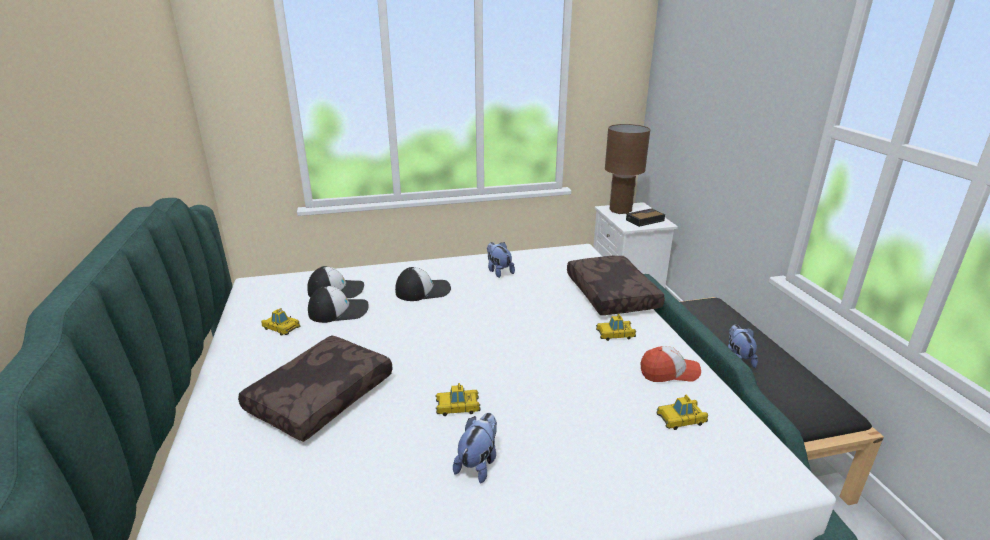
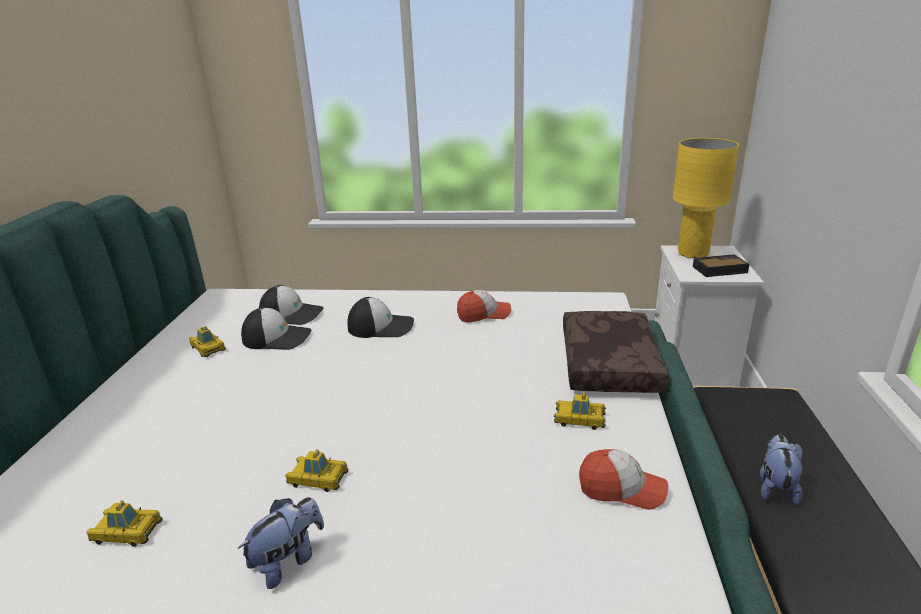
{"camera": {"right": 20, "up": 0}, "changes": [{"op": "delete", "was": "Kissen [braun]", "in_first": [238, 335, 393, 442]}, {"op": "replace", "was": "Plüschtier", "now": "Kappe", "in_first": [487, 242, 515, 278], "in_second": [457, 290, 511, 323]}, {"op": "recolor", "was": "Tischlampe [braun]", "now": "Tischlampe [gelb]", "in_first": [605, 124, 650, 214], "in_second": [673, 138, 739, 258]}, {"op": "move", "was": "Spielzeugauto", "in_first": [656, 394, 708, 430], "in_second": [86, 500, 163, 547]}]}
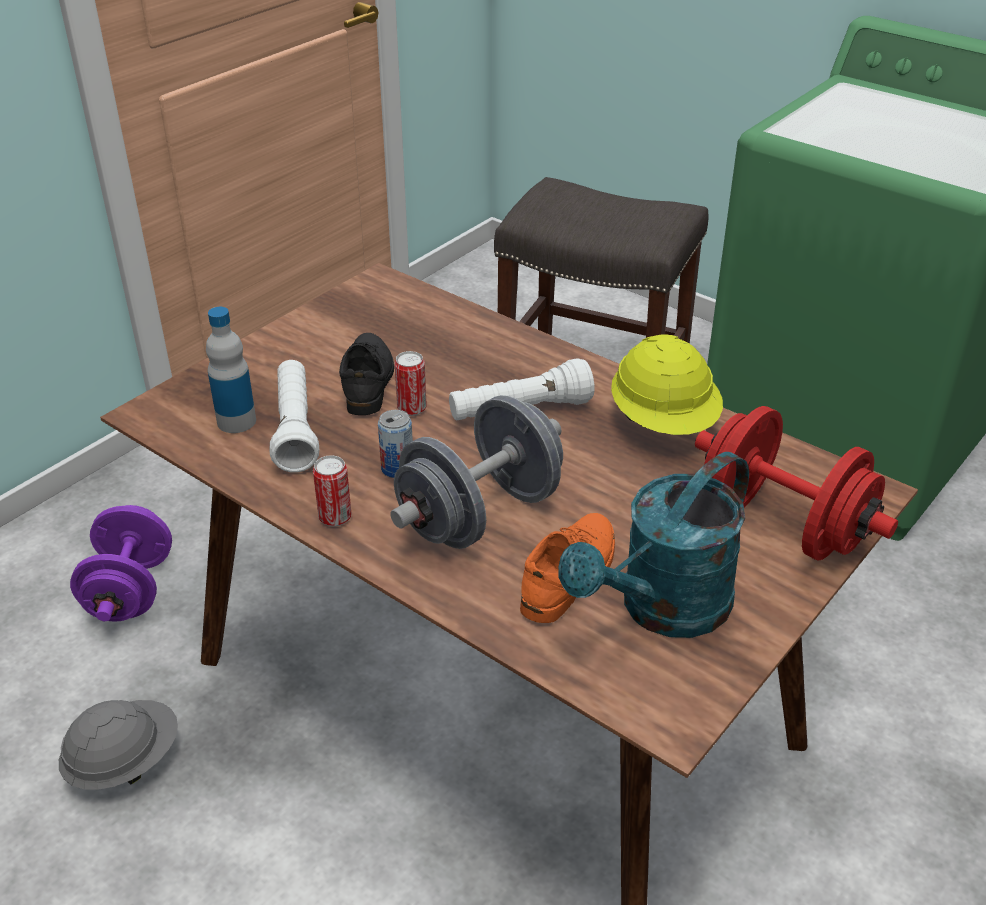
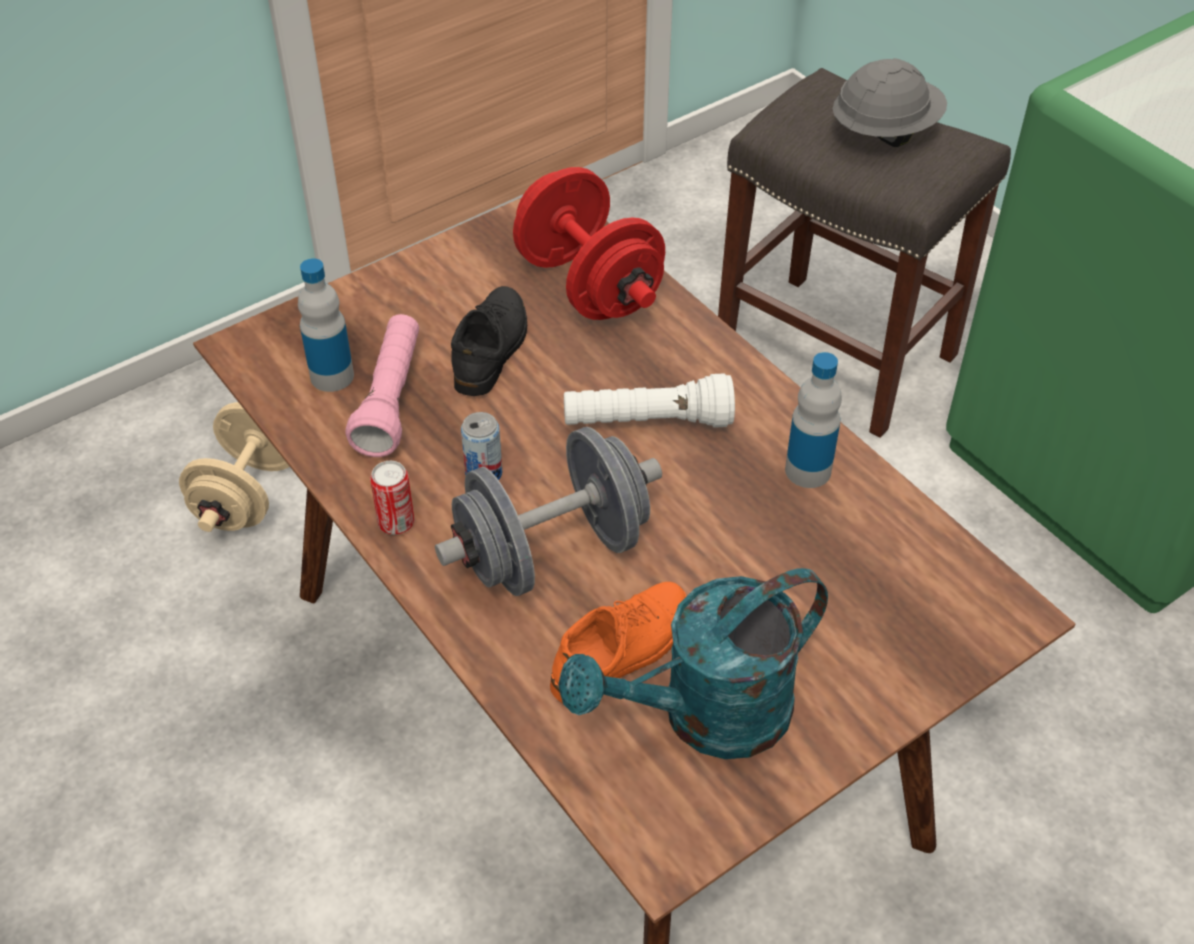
{"camera": {"right": 15, "up": 10}, "changes": [{"op": "move", "was": "Schutzhelm [grau]", "in_first": [59, 700, 178, 790], "in_second": [833, 58, 947, 147]}, {"op": "recolor", "was": "Hantel [lila]", "now": "Hantel [beige]", "in_first": [70, 505, 172, 622], "in_second": [179, 402, 290, 532]}, {"op": "recolor", "was": "Taschenlampe [weiß]", "now": "Taschenlampe [rosa]", "in_first": [270, 360, 319, 473], "in_second": [345, 314, 419, 457]}, {"op": "delete", "was": "Dose", "in_first": [395, 351, 427, 416]}, {"op": "replace", "was": "Schutzhelm [gelb]", "now": "Flasche", "in_first": [611, 334, 723, 435], "in_second": [785, 352, 842, 488]}, {"op": "move", "was": "Hantel [rot]", "in_first": [695, 406, 898, 561], "in_second": [513, 167, 665, 320]}]}
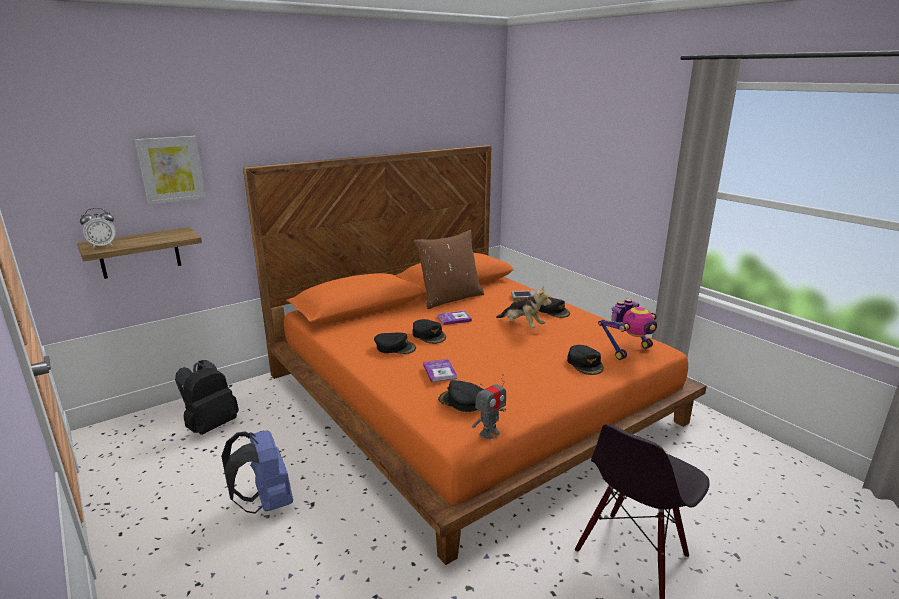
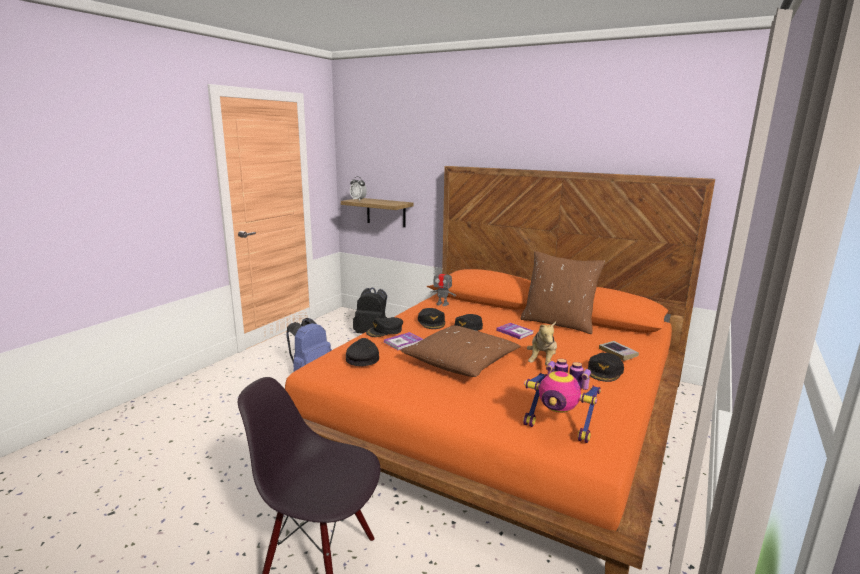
{"camera": {"right": 65, "up": -5}, "changes": [{"op": "delete", "was": "Bild", "in_first": [135, 136, 206, 205]}, {"op": "move", "was": "Spielzeugroboter", "in_first": [472, 375, 506, 439], "in_second": [430, 266, 456, 306]}, {"op": "move", "was": "Kappe [schwarz]", "in_first": [567, 345, 604, 375], "in_second": [366, 317, 403, 337]}, {"op": "insert", "now": "Kissen [braun]", "in_second": [400, 325, 521, 377]}]}
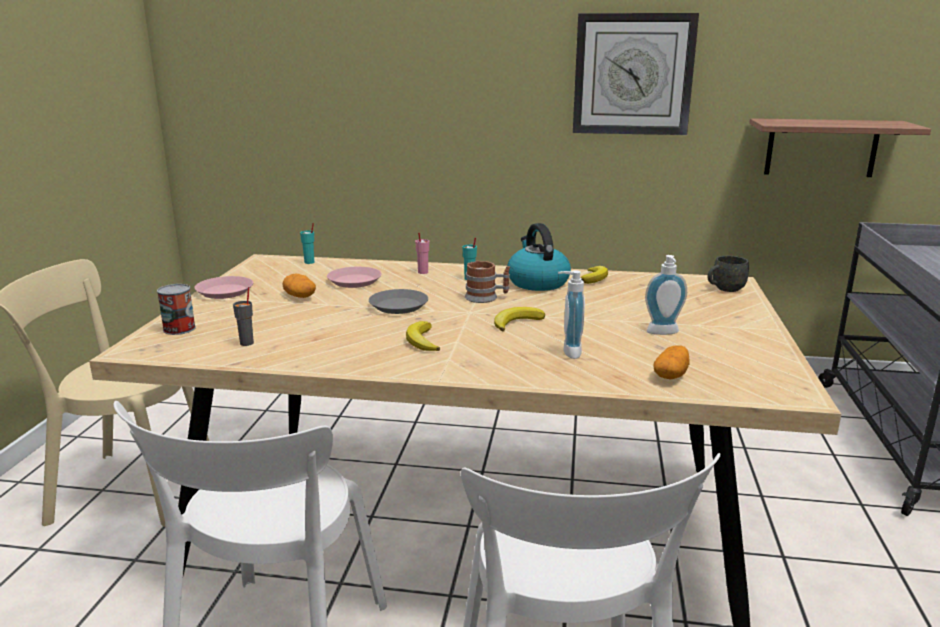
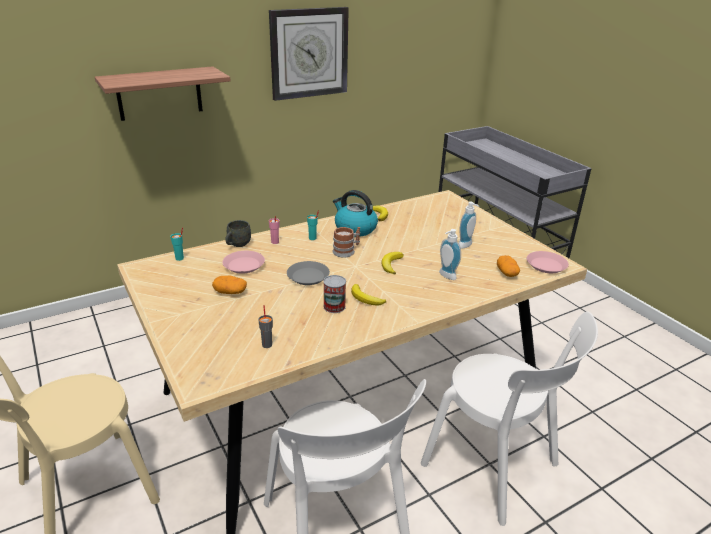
{"camera": {"right": -40, "up": 10}, "changes": [{"op": "move", "was": "Dose", "in_first": [157, 284, 196, 335], "in_second": [323, 275, 346, 313]}, {"op": "move", "was": "Teller [rosa]", "in_first": [194, 276, 253, 299], "in_second": [527, 251, 569, 273]}, {"op": "move", "was": "Henkelbecher [grau]", "in_first": [708, 256, 749, 292], "in_second": [225, 220, 251, 247]}, {"op": "move", "was": "Wandregal", "in_first": [749, 118, 931, 177], "in_second": [95, 66, 231, 121]}]}
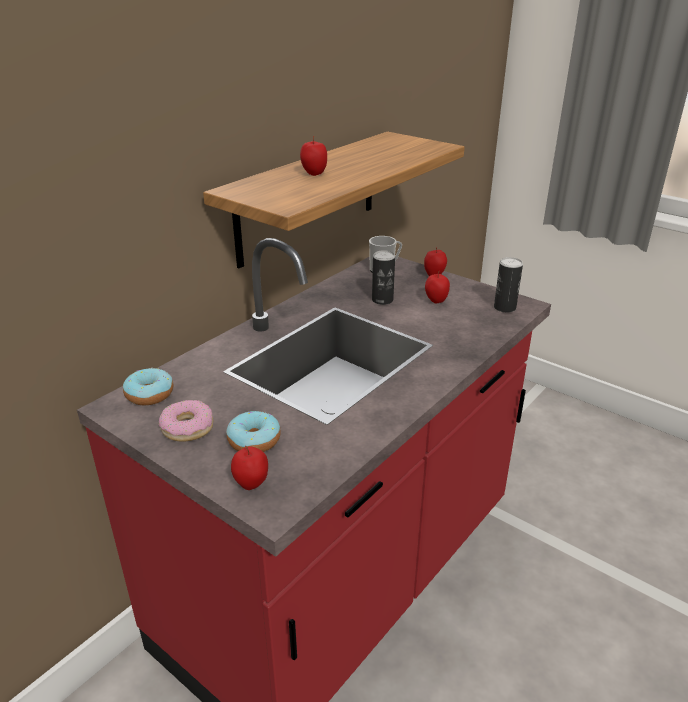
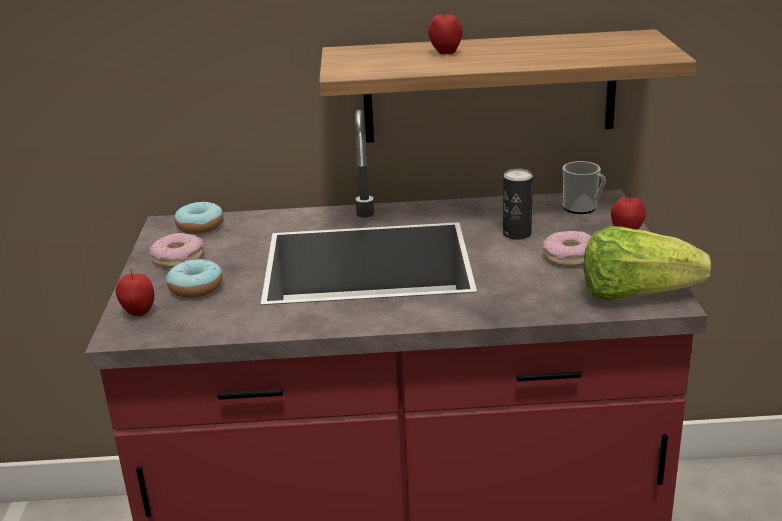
{"camera": {"right": 50, "up": -5}, "changes": [{"op": "replace", "was": "Apfel", "now": "Donut", "in_first": [425, 271, 450, 303], "in_second": [543, 231, 591, 267]}, {"op": "replace", "was": "Dose", "now": "Salatkopf", "in_first": [494, 257, 523, 313], "in_second": [584, 226, 711, 301]}]}
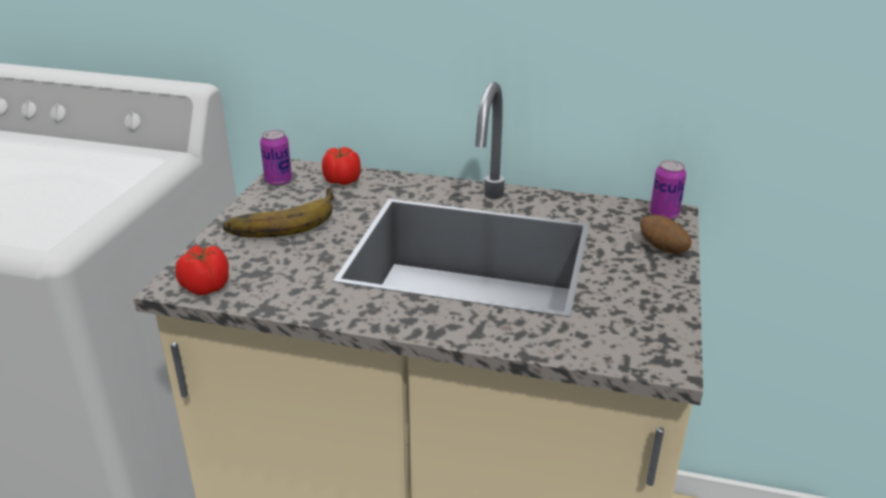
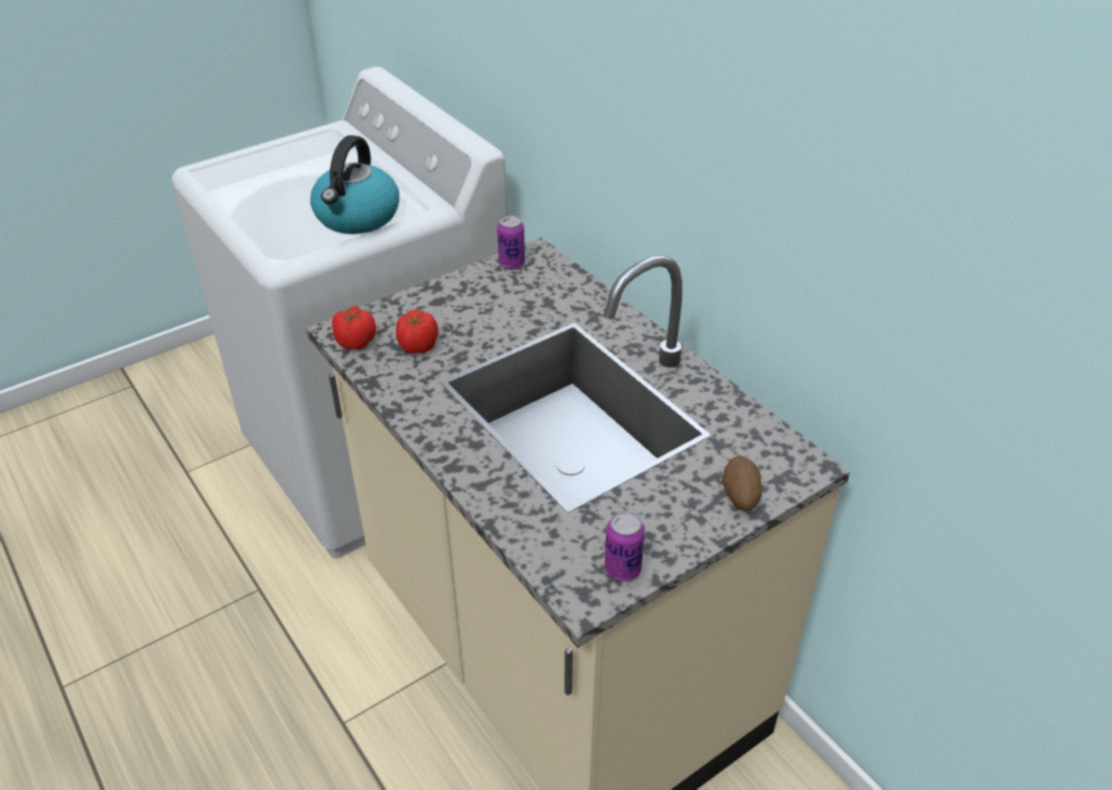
{"camera": {"right": 40, "up": 10}, "changes": [{"op": "delete", "was": "Banane", "in_first": [223, 187, 335, 238]}, {"op": "move", "was": "Tomate", "in_first": [322, 147, 361, 185], "in_second": [396, 310, 439, 354]}, {"op": "move", "was": "Dose", "in_first": [650, 160, 686, 220], "in_second": [605, 511, 645, 581]}, {"op": "insert", "now": "Wasserkessel", "in_second": [310, 135, 399, 234]}]}
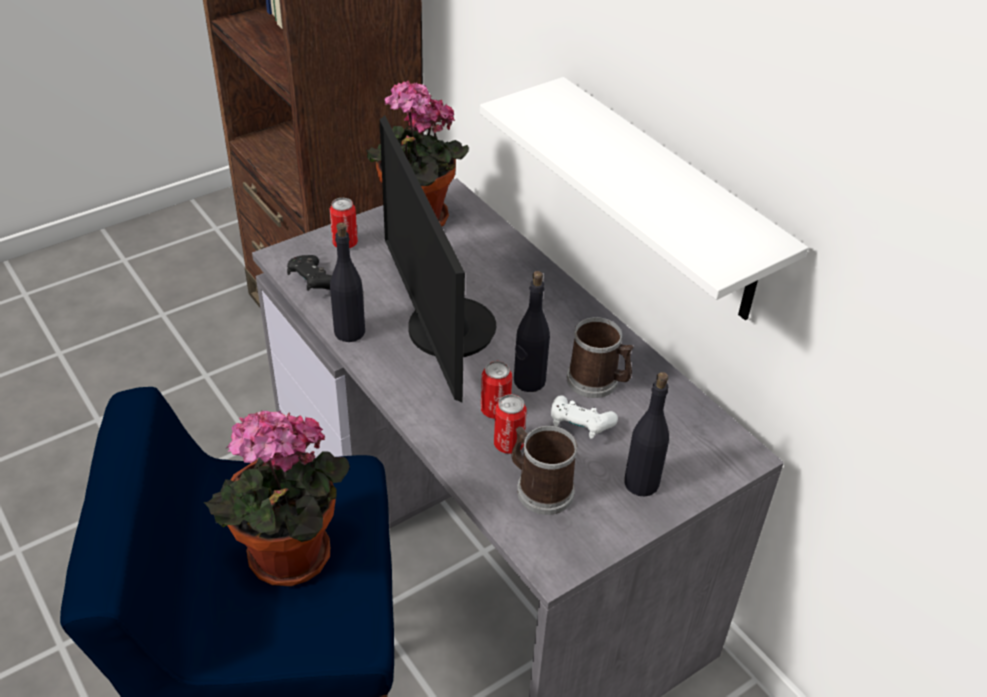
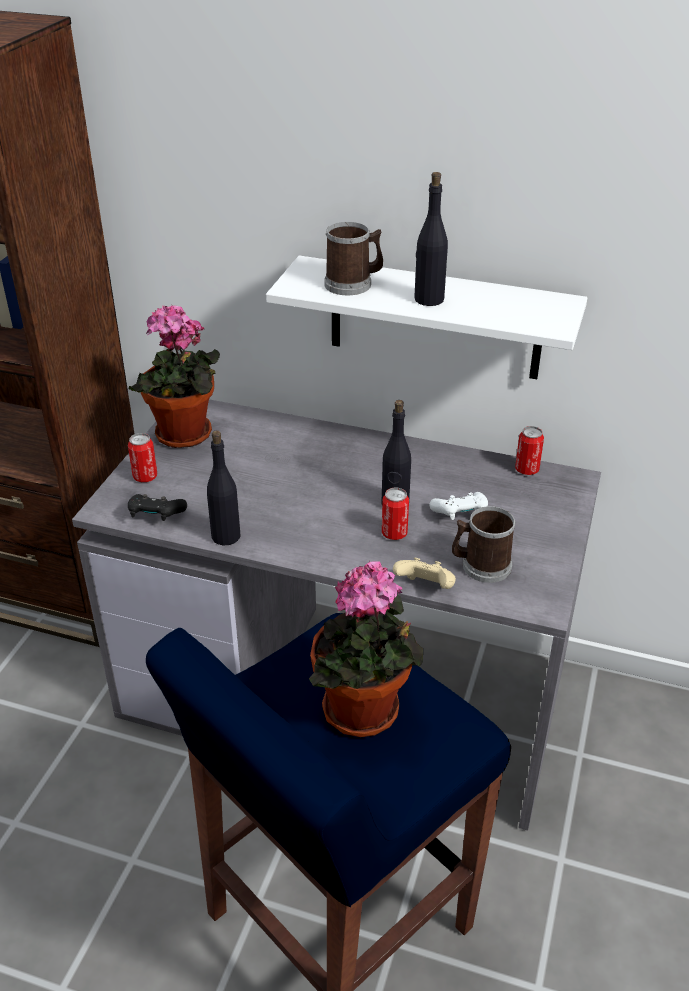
{"camera": {"right": -35, "up": -5}, "changes": [{"op": "delete", "was": "Monitor", "in_first": [380, 115, 496, 403]}, {"op": "move", "was": "Dose", "in_first": [494, 394, 527, 454], "in_second": [515, 426, 544, 475]}, {"op": "move", "was": "Henkelbecher", "in_first": [567, 317, 633, 398], "in_second": [324, 222, 383, 295]}, {"op": "move", "was": "Flasche [schwarz]", "in_first": [624, 372, 669, 496], "in_second": [414, 172, 448, 306]}, {"op": "insert", "now": "Gamepad [beige]", "in_second": [393, 557, 456, 589]}]}
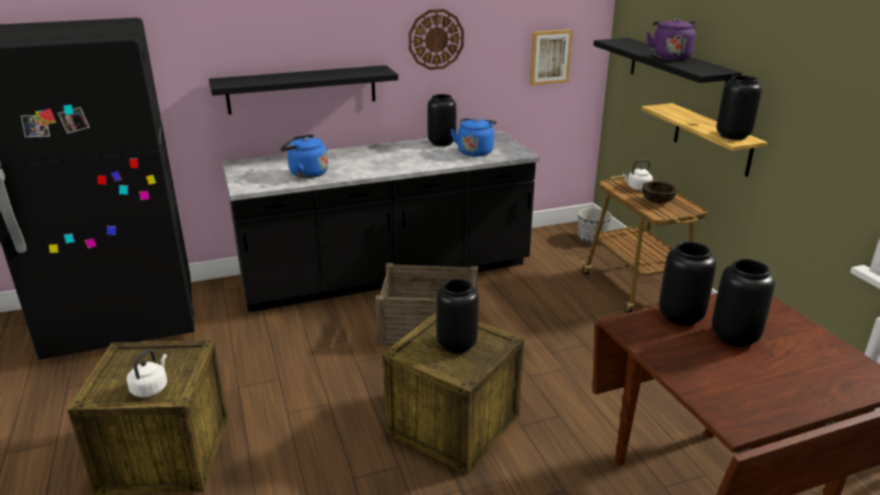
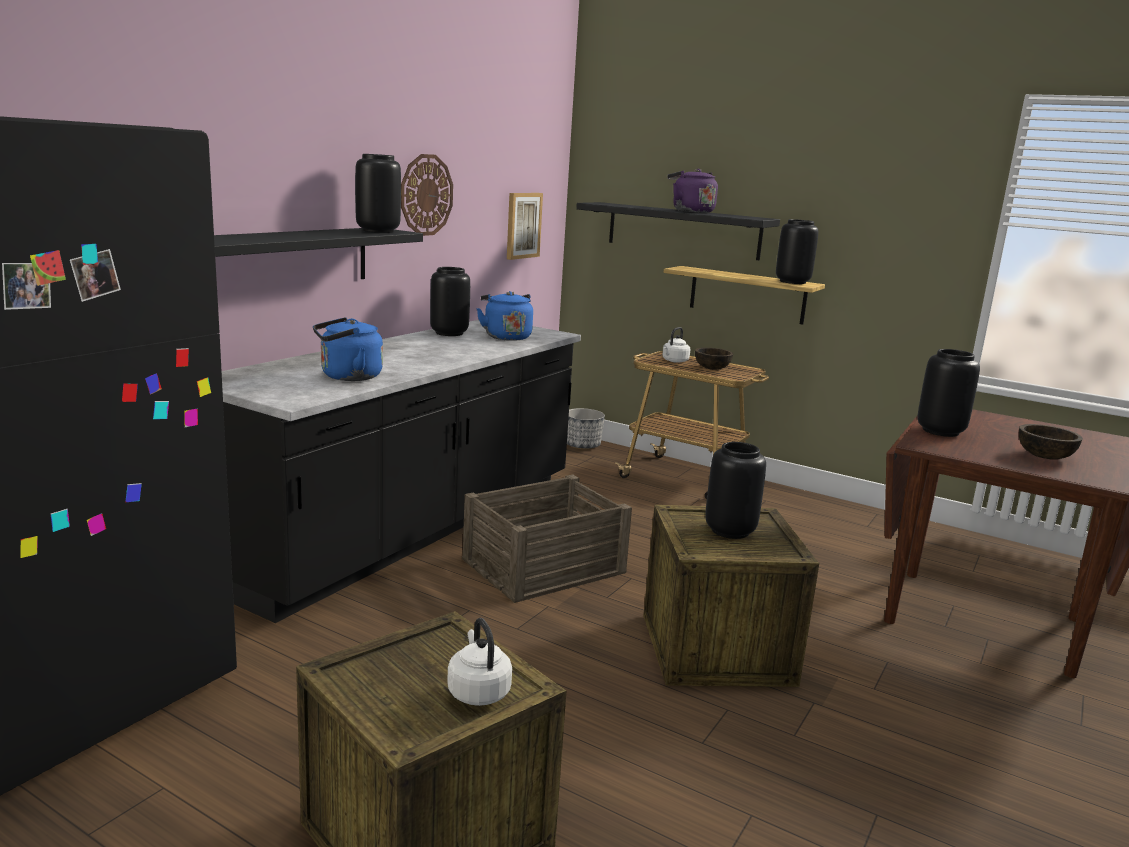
{"camera": {"right": -40, "up": -10}, "changes": [{"op": "move", "was": "Vase [schwarz]", "in_first": [712, 259, 775, 347], "in_second": [355, 154, 401, 233]}, {"op": "insert", "now": "Schüssel [braun]", "in_second": [1019, 424, 1083, 460]}]}
